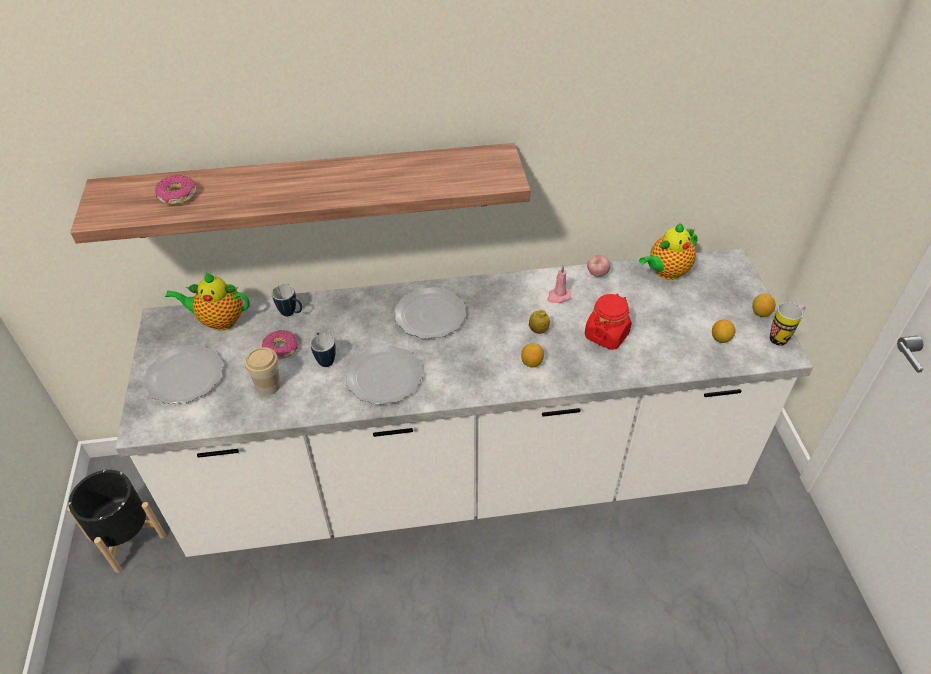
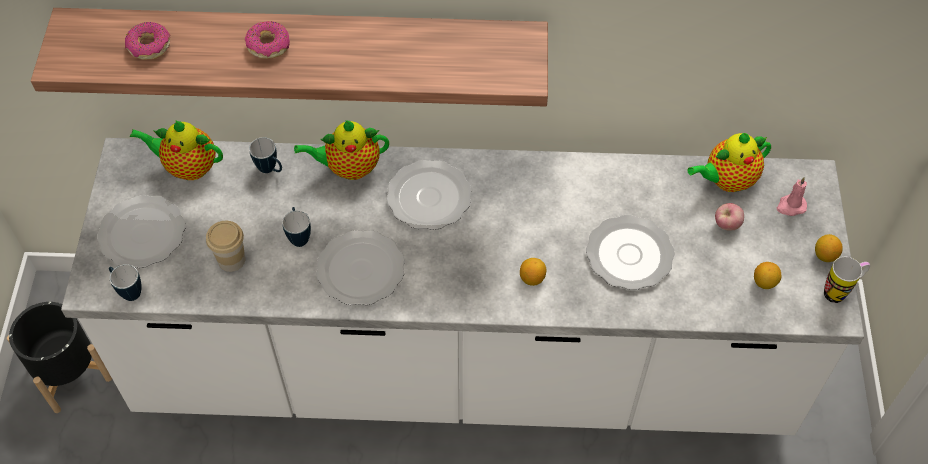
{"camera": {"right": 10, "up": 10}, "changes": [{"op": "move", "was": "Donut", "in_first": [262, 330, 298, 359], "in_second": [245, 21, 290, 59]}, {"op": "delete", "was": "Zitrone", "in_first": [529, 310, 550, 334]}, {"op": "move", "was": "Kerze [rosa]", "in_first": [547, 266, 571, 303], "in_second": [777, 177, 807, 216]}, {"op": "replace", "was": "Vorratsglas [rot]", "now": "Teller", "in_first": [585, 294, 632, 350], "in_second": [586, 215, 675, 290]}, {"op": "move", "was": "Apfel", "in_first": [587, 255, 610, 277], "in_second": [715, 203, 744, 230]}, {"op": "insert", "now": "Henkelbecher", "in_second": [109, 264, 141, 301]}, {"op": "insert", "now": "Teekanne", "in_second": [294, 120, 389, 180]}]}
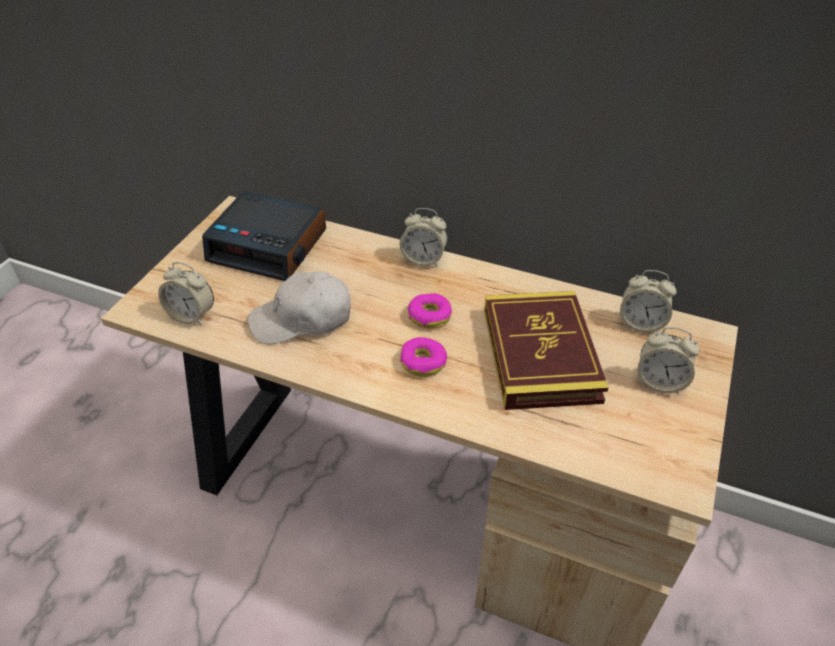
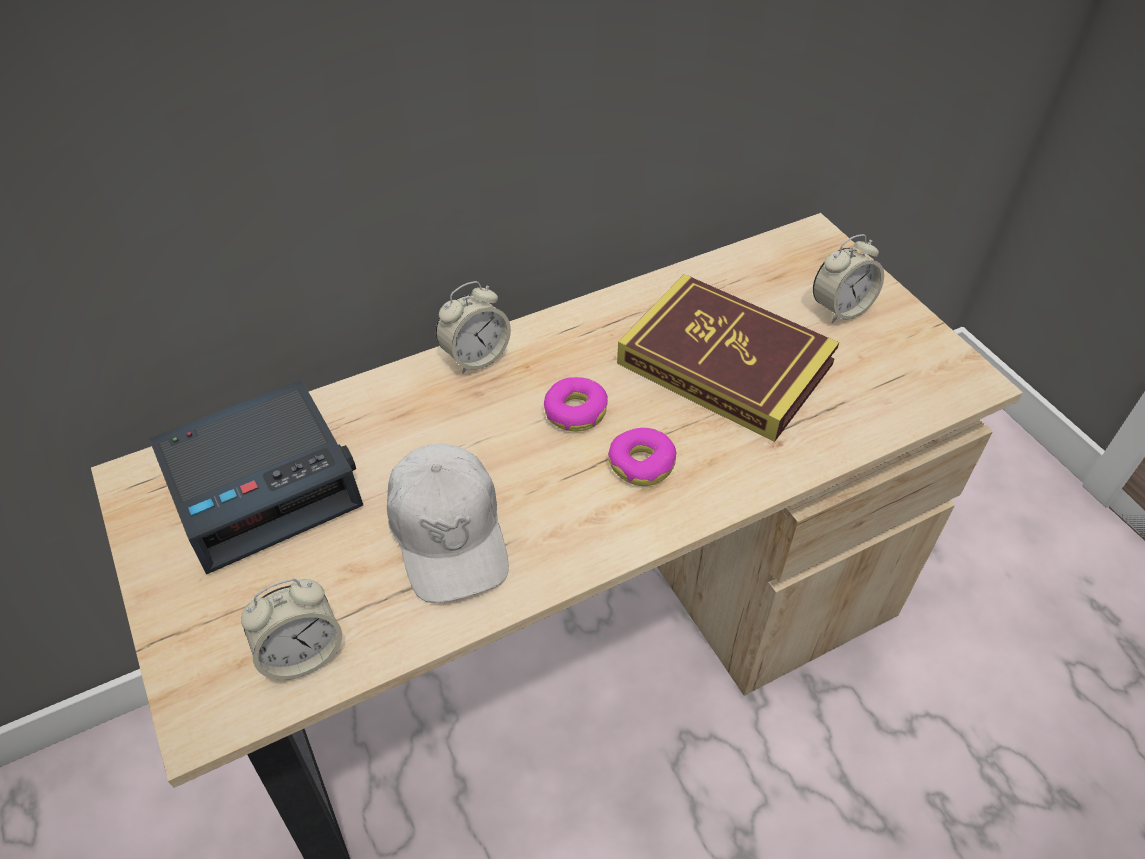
{"camera": {"right": -50, "up": 5}, "changes": [{"op": "rotate", "was": "Kappe [weiß]", "in_first": [248, 271, 351, 345], "in_second": [387, 443, 509, 603], "clockwise": -45}, {"op": "delete", "was": "Wecker", "in_first": [620, 270, 677, 333]}]}
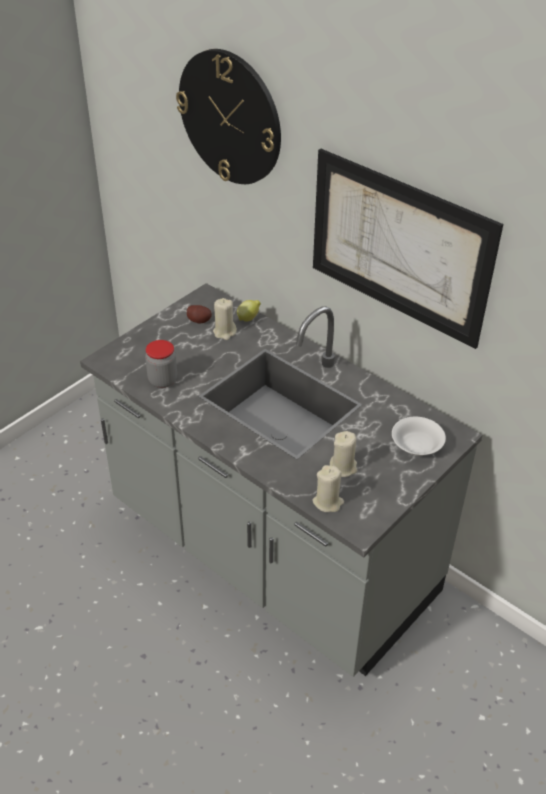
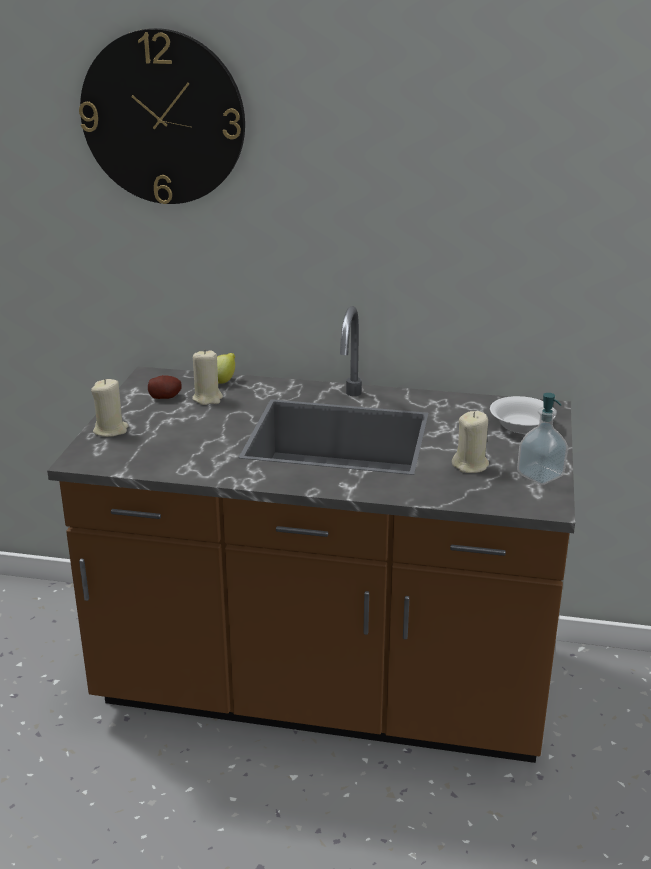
{"camera": {"right": -30, "up": -15}, "changes": [{"op": "recolor", "was": "Küchenzeile [grau]", "now": "Küchenzeile [braun]", "in_first": [80, 283, 482, 677], "in_second": [47, 306, 575, 763]}, {"op": "delete", "was": "Vorratsglas", "in_first": [145, 340, 177, 388]}, {"op": "move", "was": "Kerze [beige]", "in_first": [312, 465, 344, 512], "in_second": [91, 379, 129, 437]}, {"op": "delete", "was": "Bild", "in_first": [313, 149, 503, 349]}, {"op": "insert", "now": "Seifenspender", "in_second": [517, 393, 568, 485]}]}
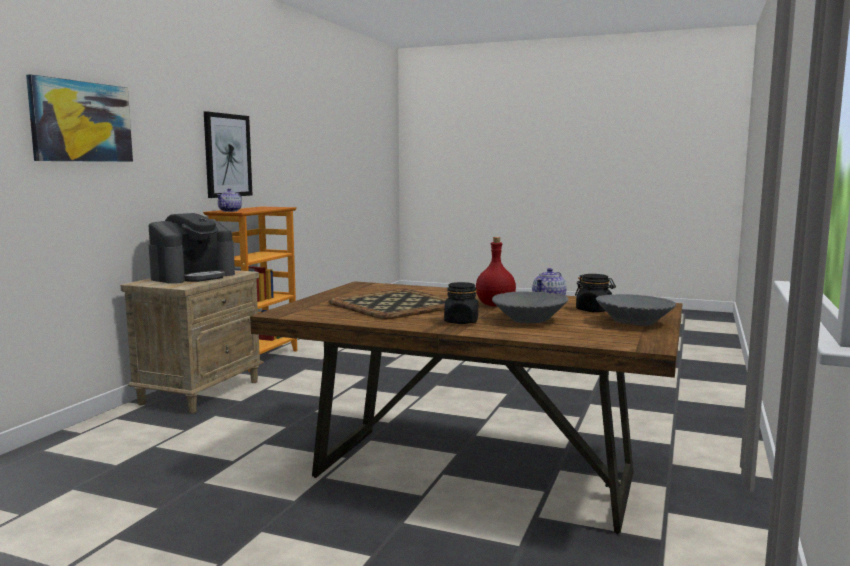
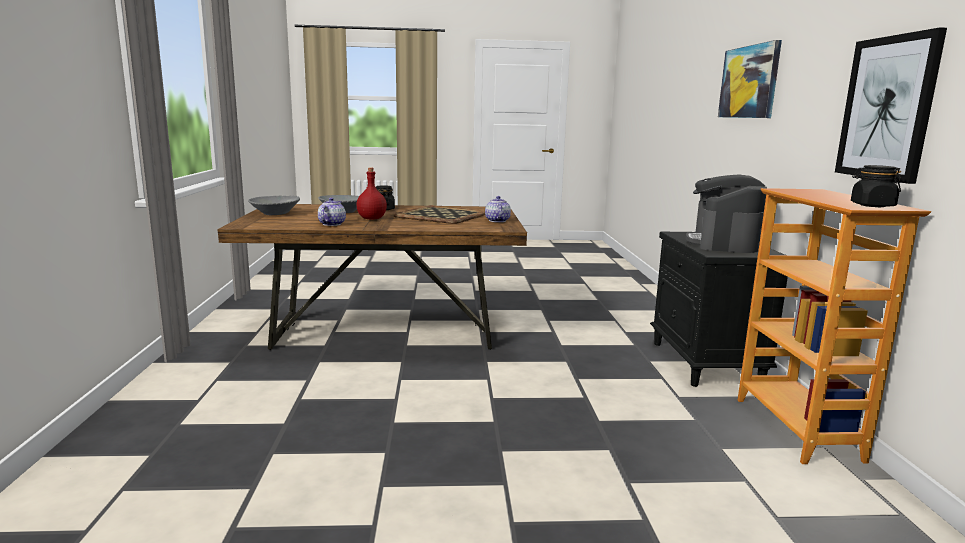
{"camera": {"right": 155, "up": 5}, "changes": [{"op": "recolor", "was": "Nachttisch [beige]", "now": "Nachttisch [schwarz]", "in_first": [121, 270, 264, 414], "in_second": [650, 232, 788, 387]}, {"op": "move", "was": "Teekanne", "in_first": [217, 188, 242, 212], "in_second": [485, 196, 511, 222]}, {"op": "move", "was": "Vorratsglas [schwarz]", "in_first": [575, 274, 616, 312], "in_second": [851, 165, 902, 207]}]}
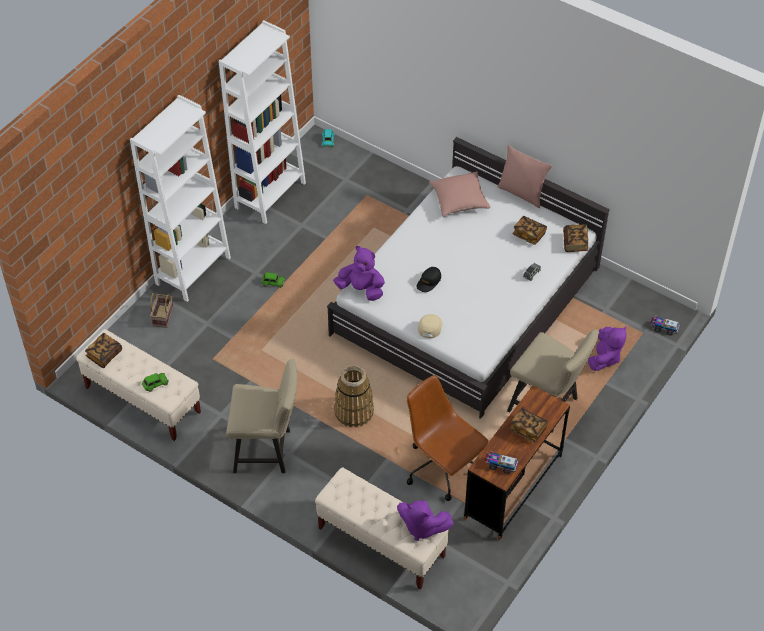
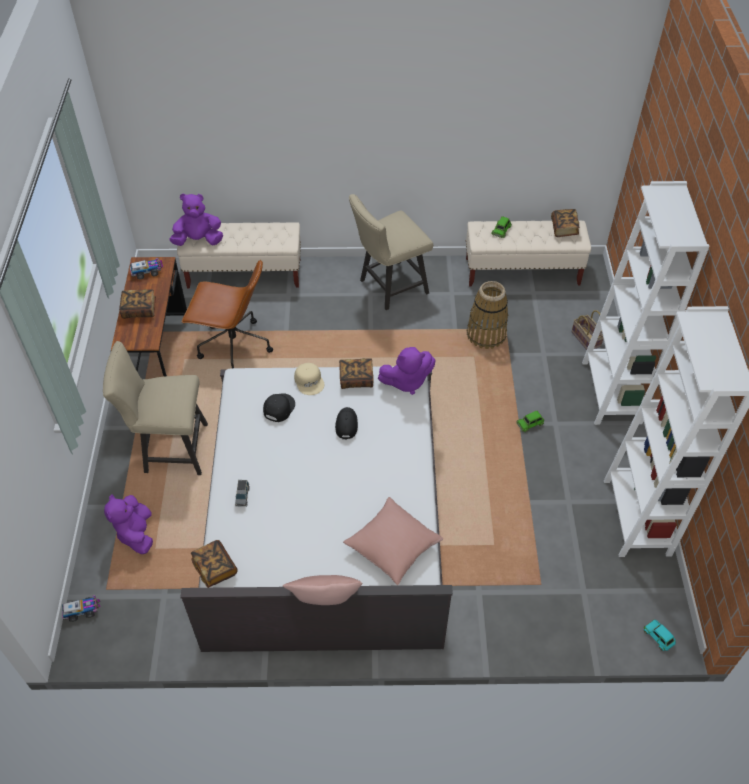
{"camera": {"right": 145, "up": 0}, "changes": [{"op": "move", "was": "Korb", "in_first": [334, 365, 374, 427], "in_second": [467, 281, 508, 349]}, {"op": "move", "was": "Buch", "in_first": [512, 216, 547, 245], "in_second": [339, 358, 374, 389]}, {"op": "insert", "now": "Kappe [schwarz]", "in_second": [263, 393, 295, 422]}]}
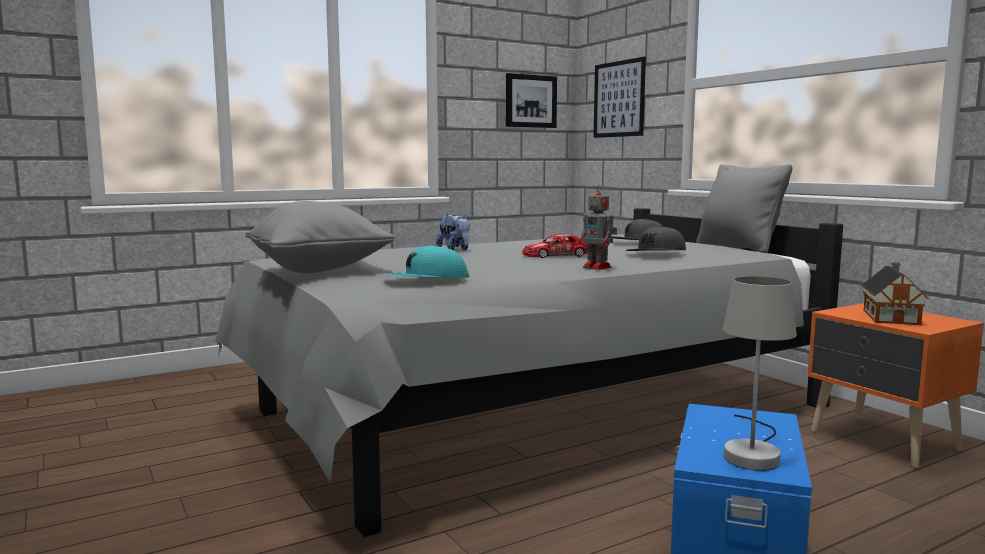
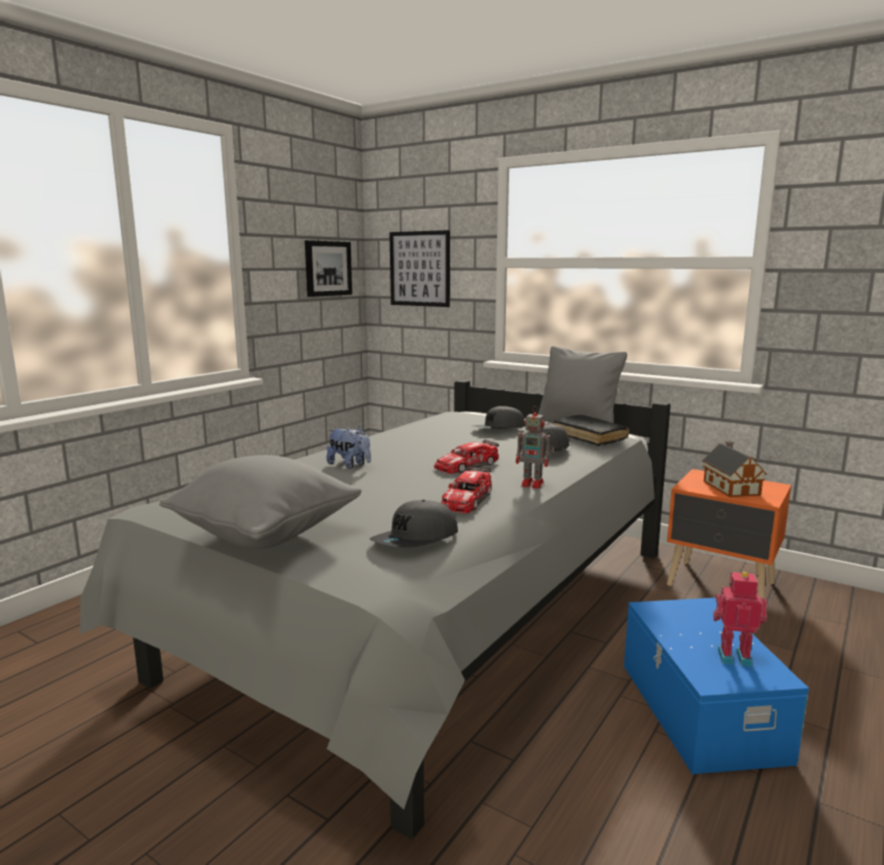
{"camera": {"right": -25, "up": 5}, "changes": [{"op": "recolor", "was": "Kappe [türkis]", "now": "Kappe [grau]", "in_first": [385, 245, 469, 278], "in_second": [370, 500, 458, 547]}, {"op": "replace", "was": "Tischlampe [grau]", "now": "Spielzeugroboter", "in_first": [723, 276, 797, 471], "in_second": [713, 572, 767, 667]}, {"op": "insert", "now": "Spielzeugauto", "in_second": [441, 466, 492, 513]}, {"op": "insert", "now": "Buch [schwarz]", "in_second": [554, 415, 629, 446]}]}
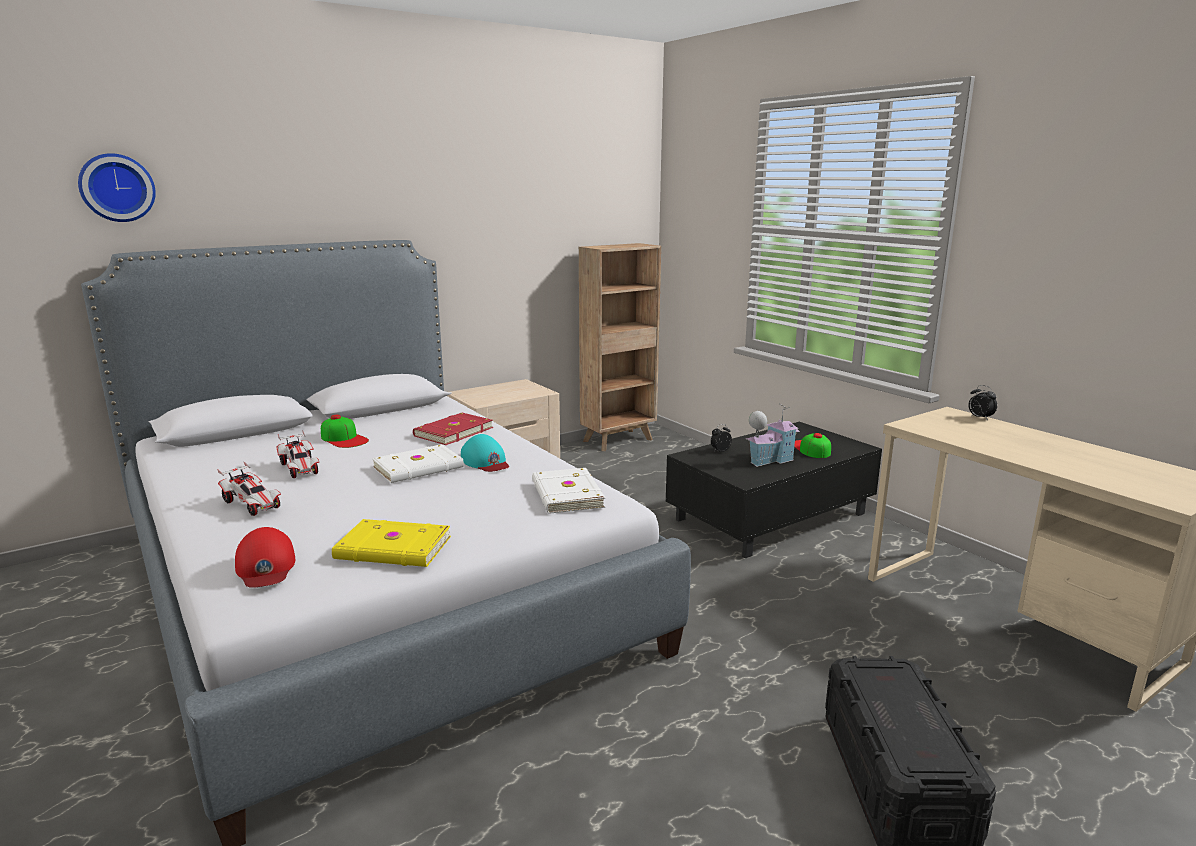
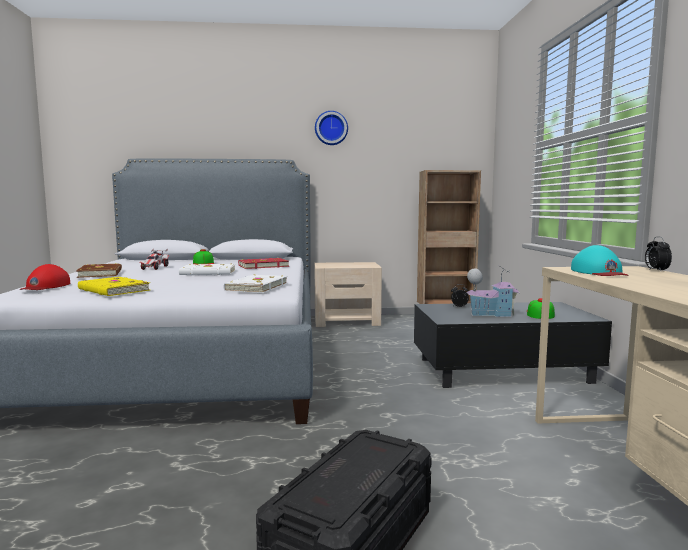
{"camera": {"right": 30, "up": -10}, "changes": [{"op": "move", "was": "Wanduhr", "in_first": [78, 153, 156, 222], "in_second": [315, 111, 348, 145]}, {"op": "replace", "was": "Spielzeugauto", "now": "Buch [braun]", "in_first": [217, 462, 281, 516], "in_second": [76, 263, 122, 278]}, {"op": "move", "was": "Kappe [türkis]", "in_first": [461, 434, 509, 472], "in_second": [571, 245, 629, 276]}]}
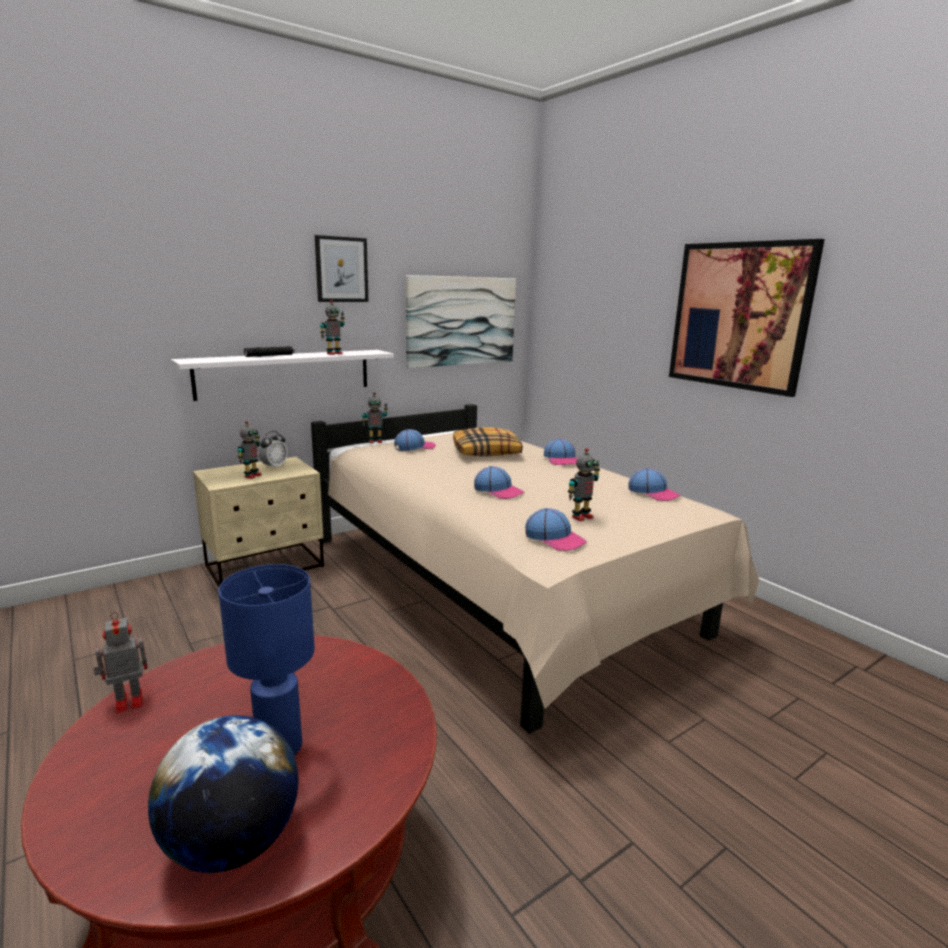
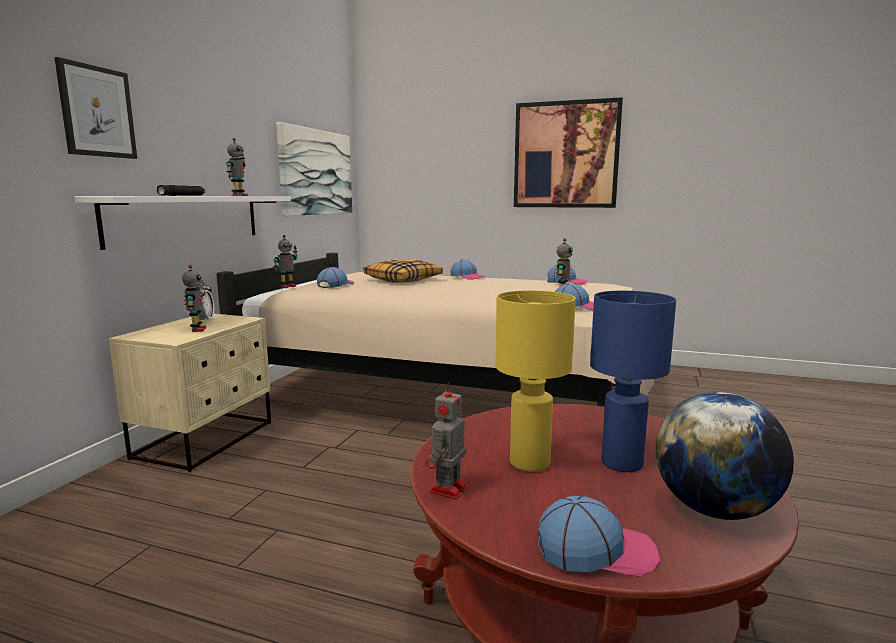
{"camera": {"right": -35, "up": -5}, "changes": [{"op": "move", "was": "Bild", "in_first": [315, 235, 368, 302], "in_second": [54, 57, 137, 159]}, {"op": "move", "was": "Kappe", "in_first": [474, 466, 525, 499], "in_second": [537, 496, 660, 577]}, {"op": "insert", "now": "Tischlampe [gelb]", "in_second": [495, 290, 576, 472]}]}
